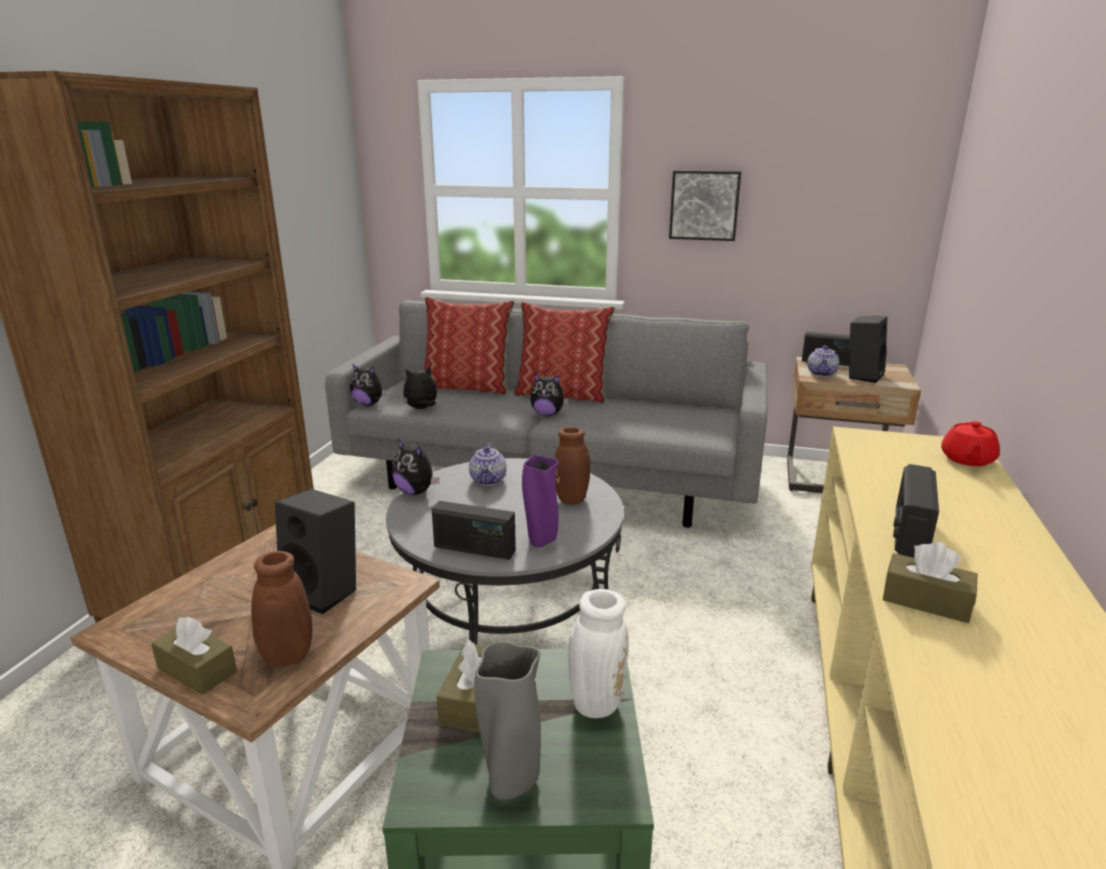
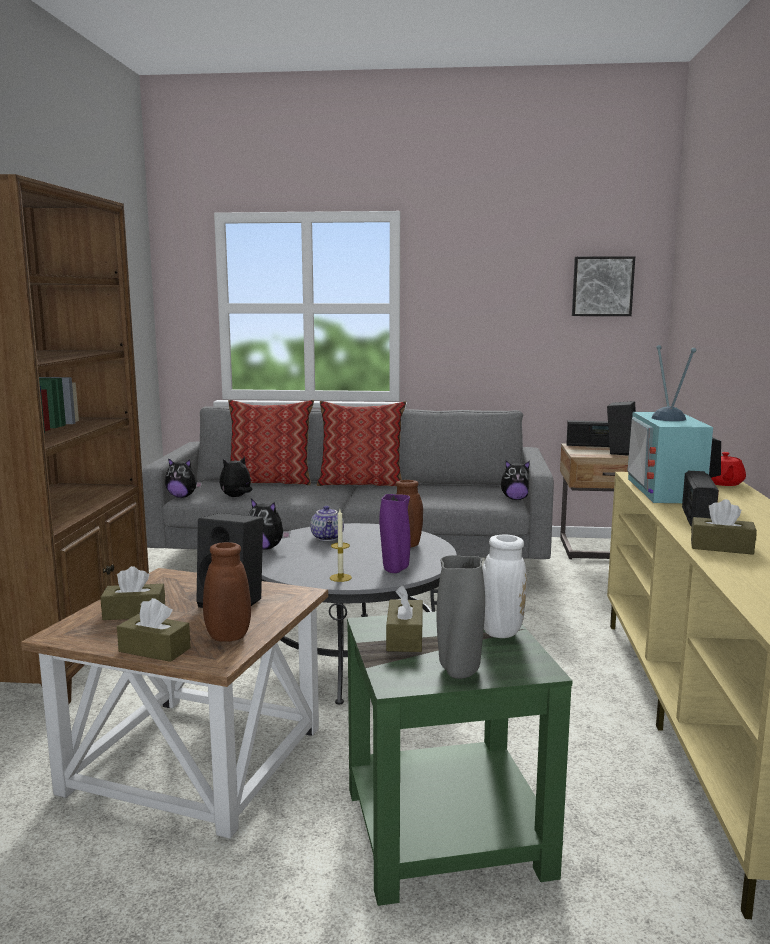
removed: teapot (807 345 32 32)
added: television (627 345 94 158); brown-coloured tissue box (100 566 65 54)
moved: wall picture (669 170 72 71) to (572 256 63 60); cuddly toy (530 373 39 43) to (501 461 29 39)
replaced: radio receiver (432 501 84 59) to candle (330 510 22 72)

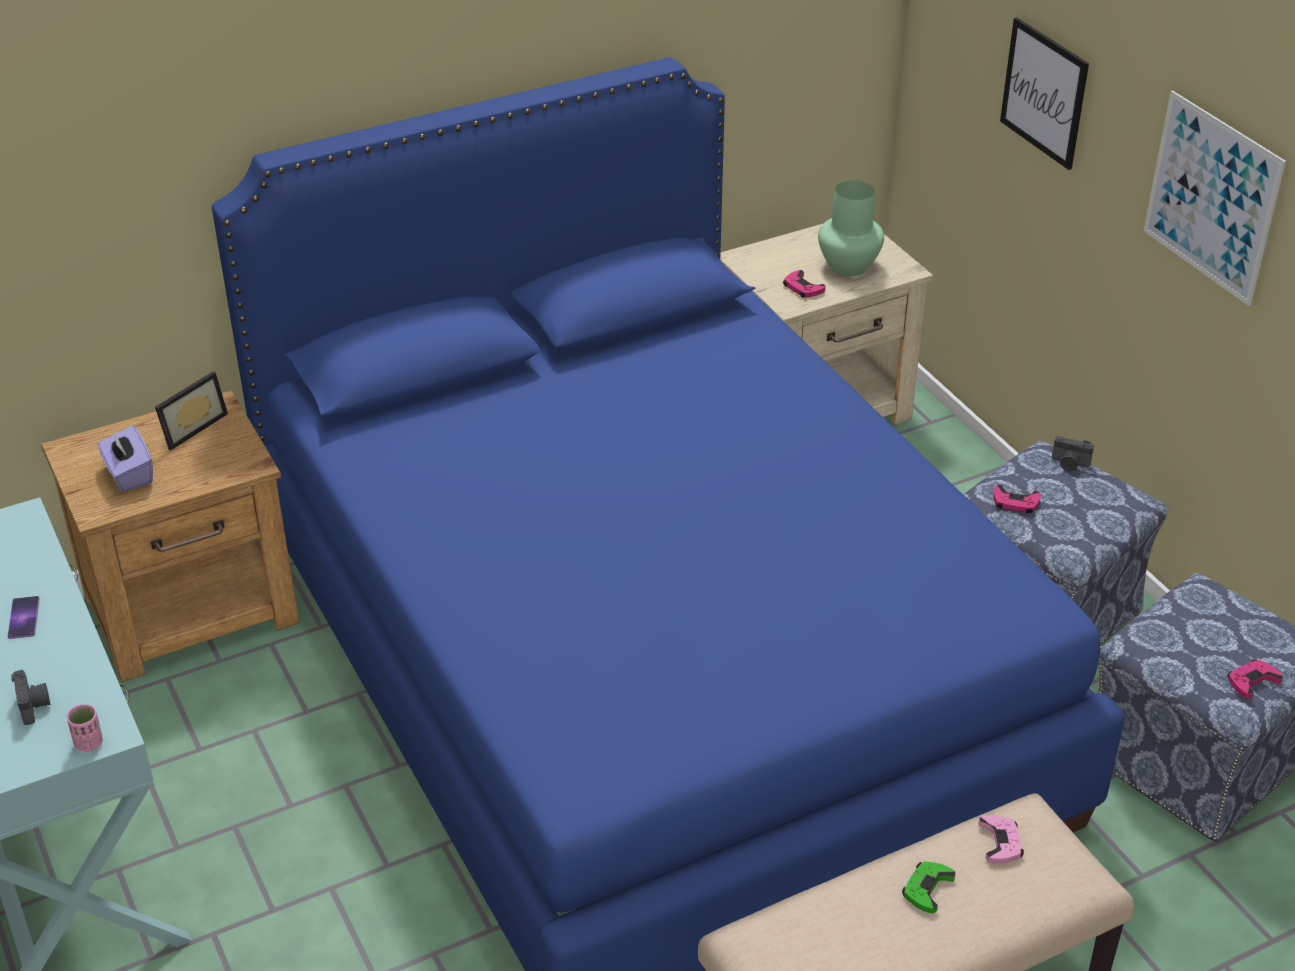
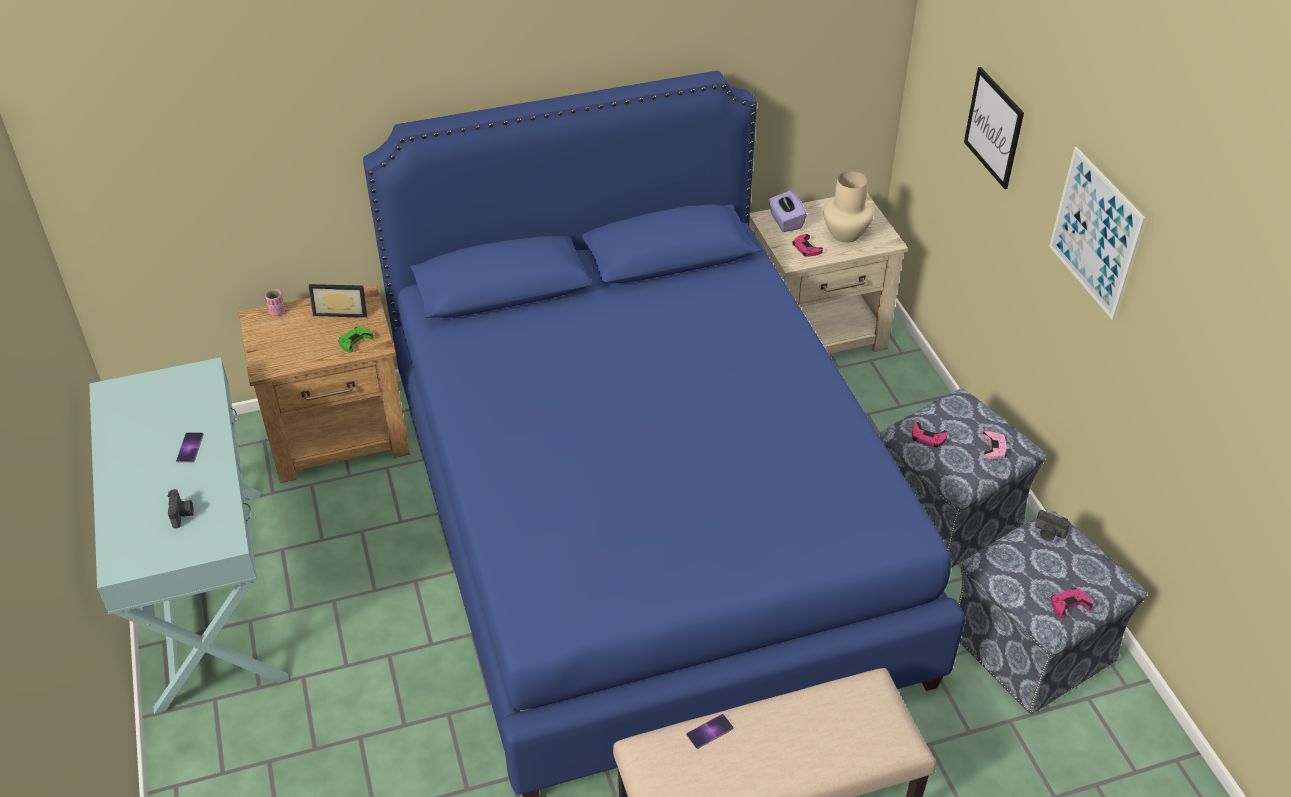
added: handset (686 714 47 35)
moved: purple-coloured tissue box (98 426 55 66) to (768 191 39 41); still camera (1052 436 42 35) to (1035 510 35 31); pink small cup (67 704 36 48) to (265 289 20 27); pink game controller (978 815 46 49) to (982 431 25 28); green-coloured game controller (902 861 53 52) to (338 327 36 26)
recoloured: green-coloured decorative vase (818 180 66 96) to sand-coloured decorative vase (823 171 51 72)
turned: picture frame (155 371 73 79) = (308 284 59 34) 45 degrees clockwise

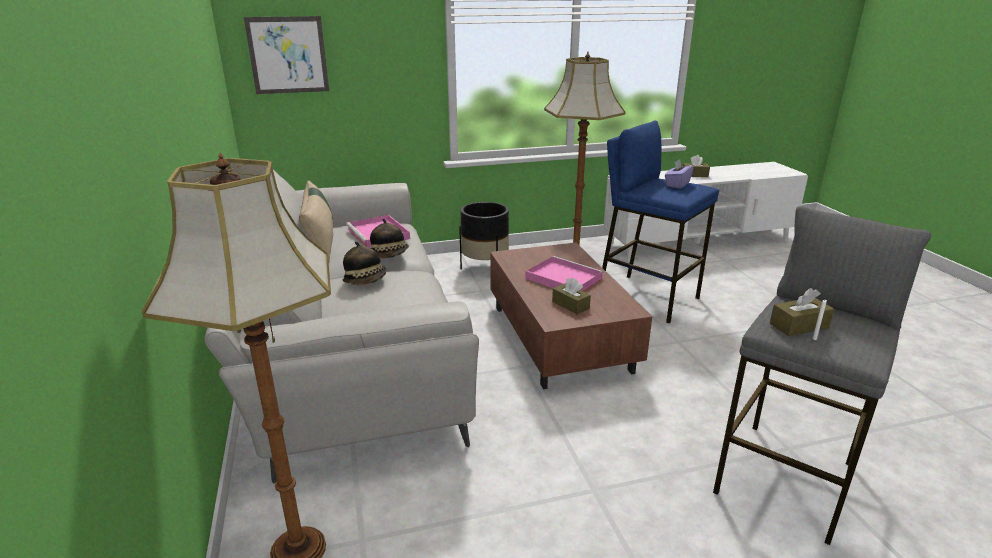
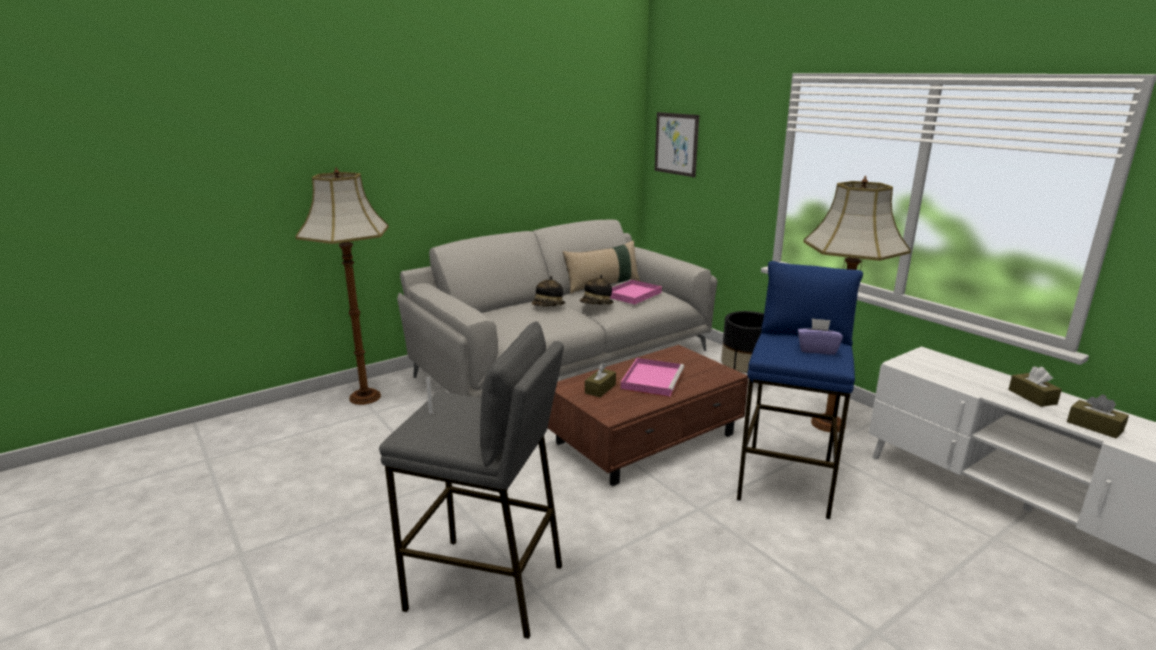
moved: brown-coloured tissue box (770 288 64 48) to (1067 395 62 43)

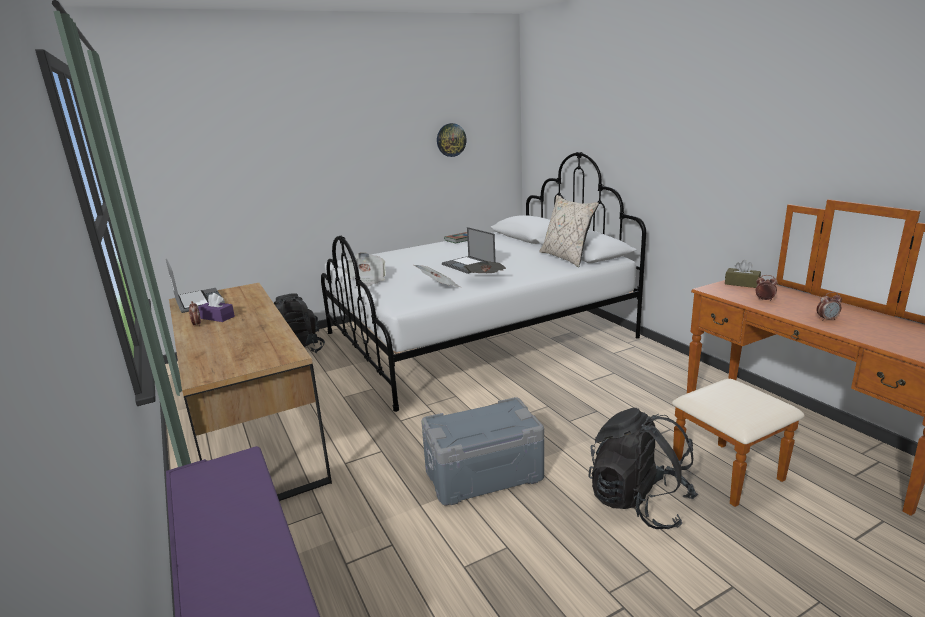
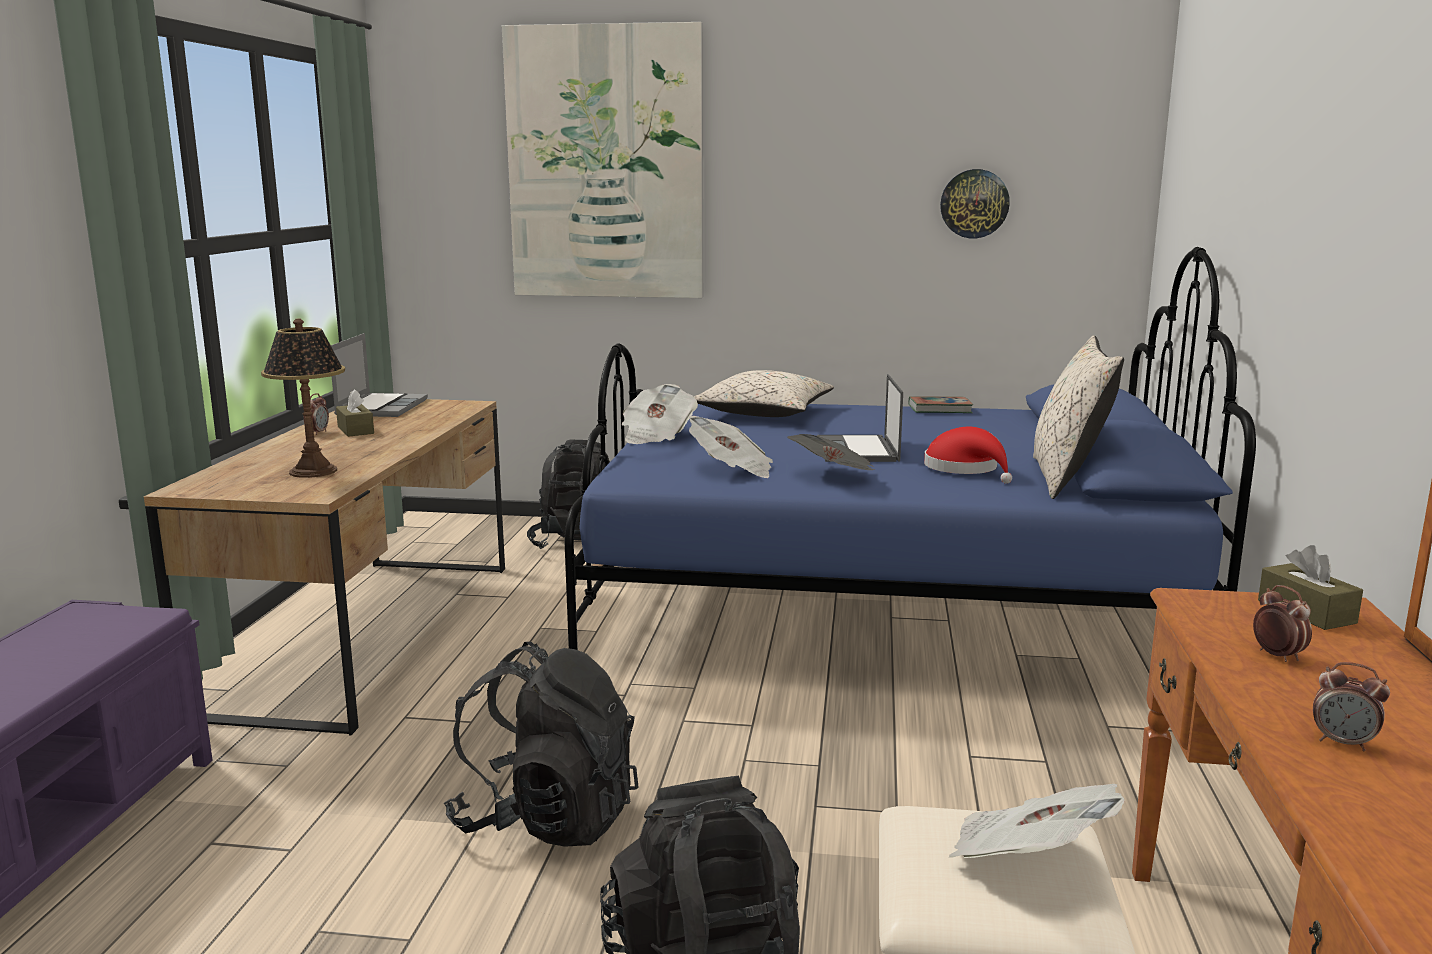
added: wall picture (502 22 201 276); tabletop lamp (261 319 84 159); sand-coloured pillow (694 370 140 47); red-coloured wearable hat (924 427 88 57); daily paper (949 784 176 74)
replaced: grey storage box (421 397 123 108) to blackish knapsack (444 642 194 205)
recoloured: white-coloured sleeping bed (321 152 325 260) to blue sleeping bed (565 247 691 403); purple-coloured tissue box (198 293 37 29) to brown-coloured tissue box (336 389 38 48)

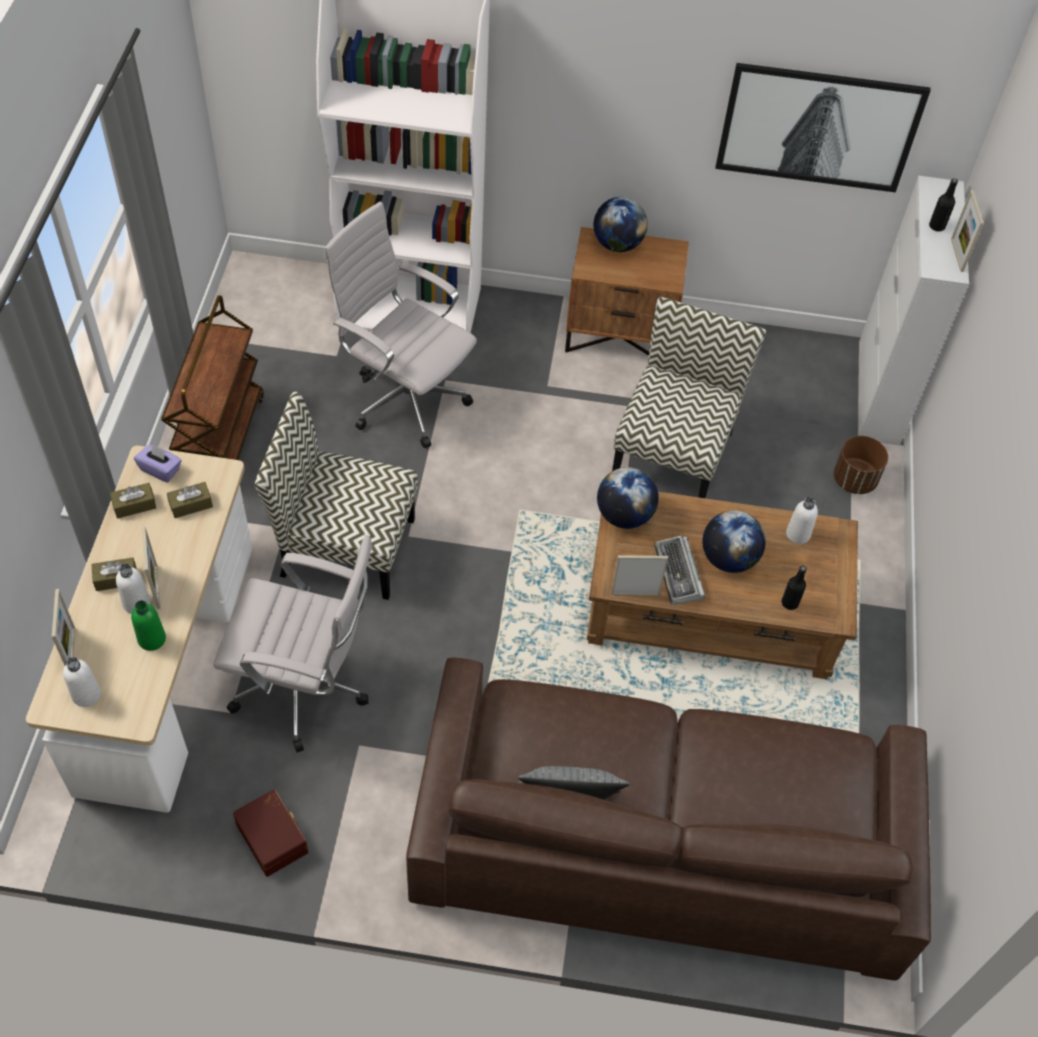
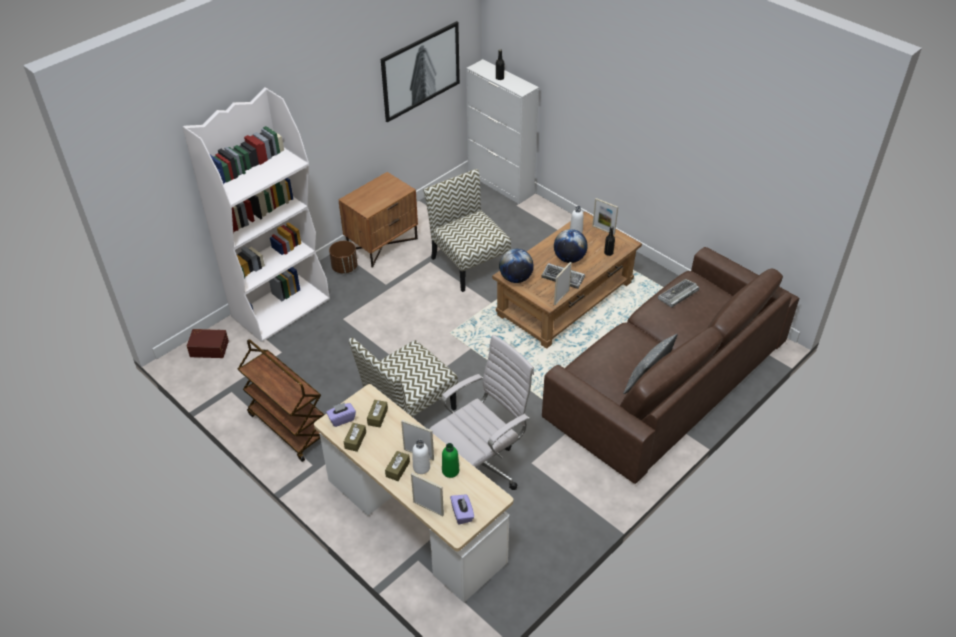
removed: world globe (594 197 54 55); white-coloured office chair (324 202 153 247)
added: keyboard (658 279 41 29)
moved: picture frame (951 190 33 82) to (592 198 26 37); brown-coloured plant pot (834 436 54 58) to (329 241 29 32); brown-coloured storage box (233 789 75 88) to (187 329 42 29)
replaced: white-coloured drink bottle (63 657 38 50) to purple-coloured tissue box (450 494 24 30)

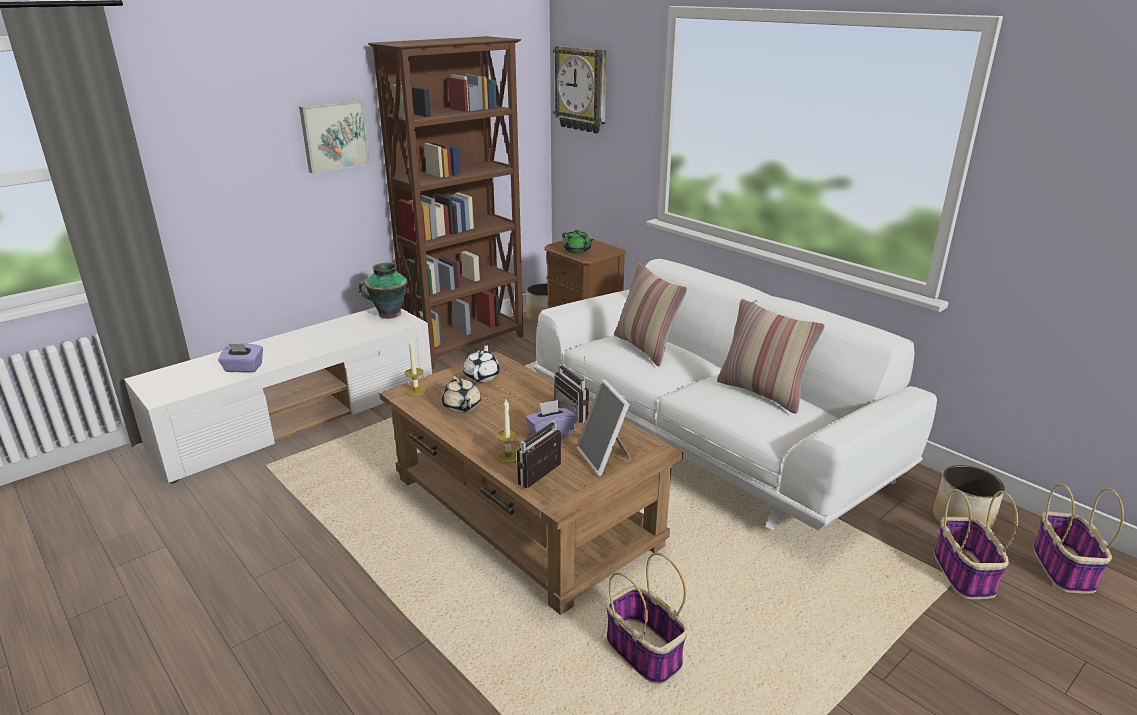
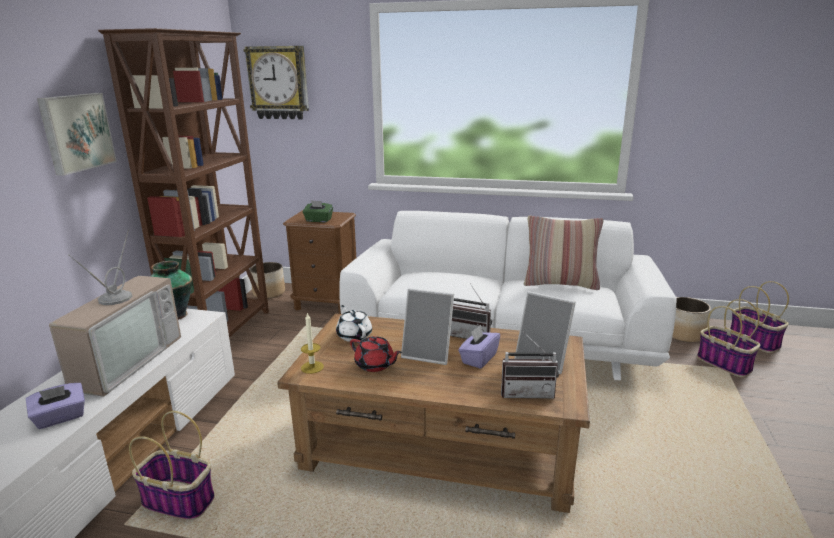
removed: pillow (614 263 73 103); candle (496 399 22 64)
added: television (49 229 132 168); picture frame (401 288 53 77)
moved: basket (606 553 82 132) to (129 411 86 109)
replaced: green-coloured teapot (562 229 32 25) to green-coloured tissue box (302 200 31 22)
recoloured: sand-coloured teapot (442 376 39 37) to red-coloured teapot (350 336 52 36)
turned: radio receiver (517 421 44 67) = (501 331 58 67) 90 degrees counterclockwise

